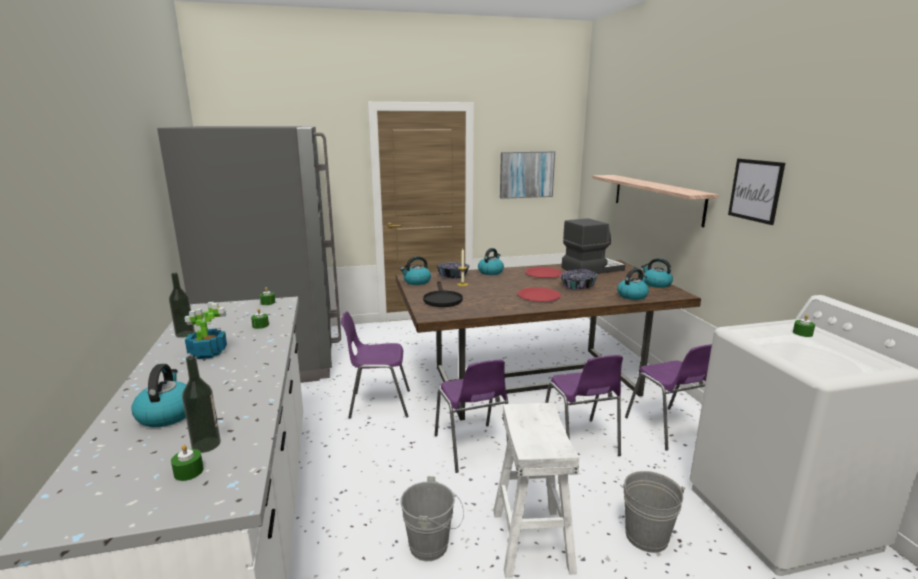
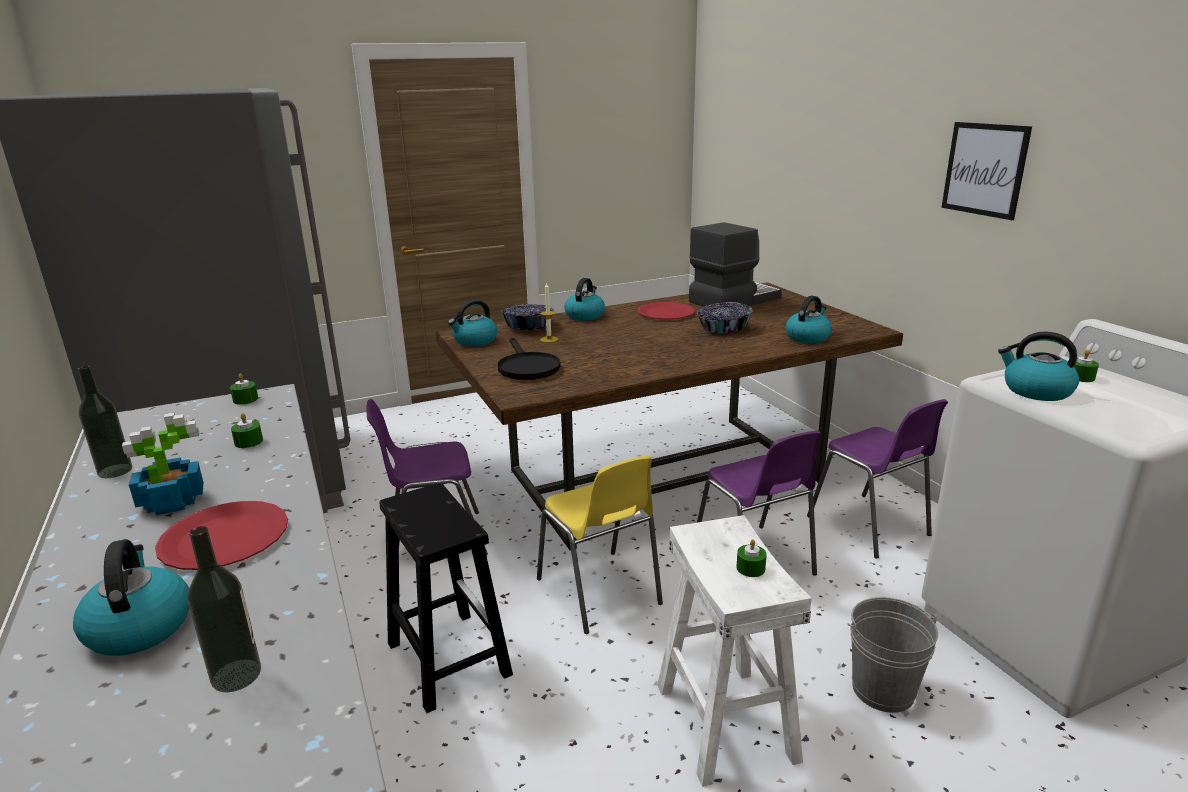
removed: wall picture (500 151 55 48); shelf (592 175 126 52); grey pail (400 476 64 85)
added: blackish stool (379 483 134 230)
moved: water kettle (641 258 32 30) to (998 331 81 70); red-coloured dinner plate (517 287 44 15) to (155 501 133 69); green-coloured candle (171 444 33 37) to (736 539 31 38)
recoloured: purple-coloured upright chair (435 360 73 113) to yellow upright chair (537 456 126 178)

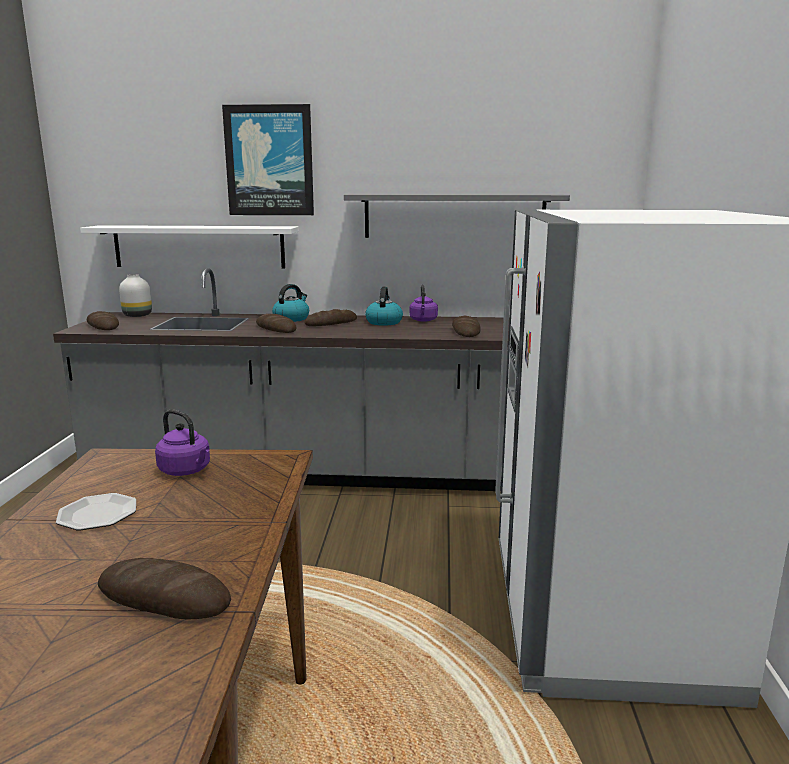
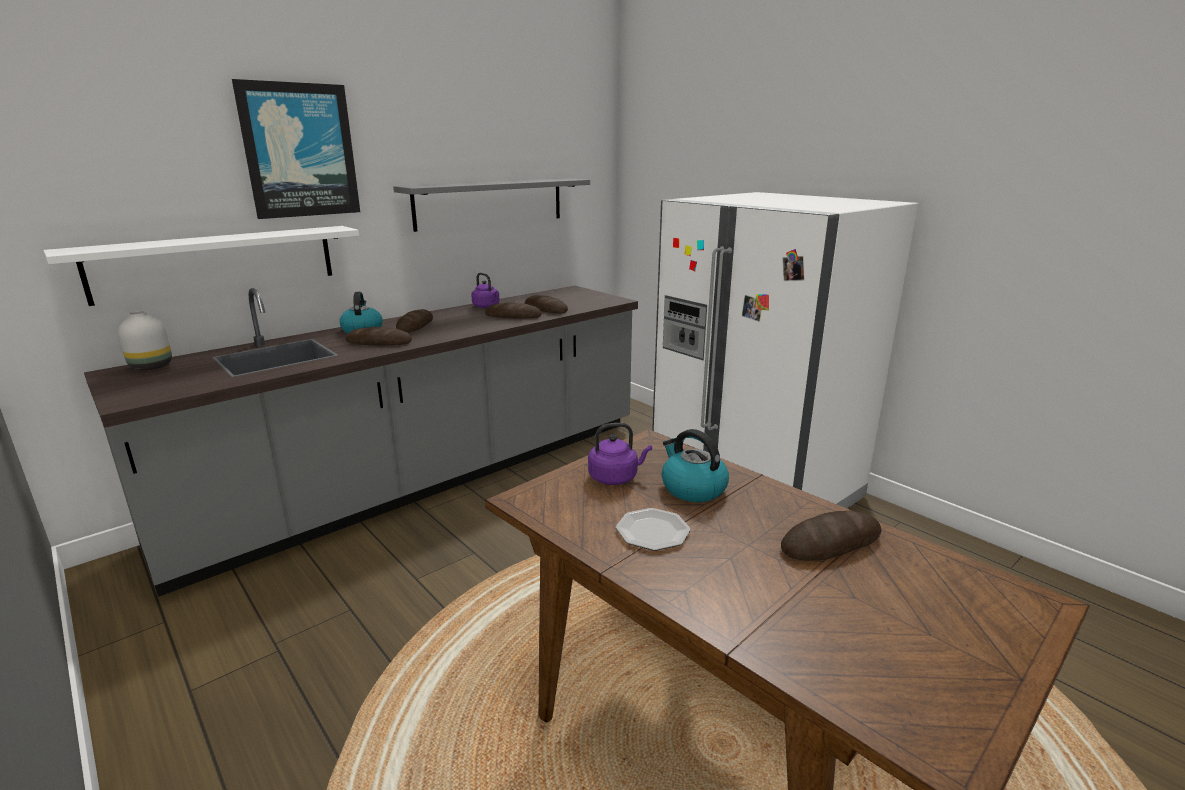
moved: water kettle (365 287 38 39) to (661 429 68 73); bread (87 311 32 19) to (485 302 57 17)

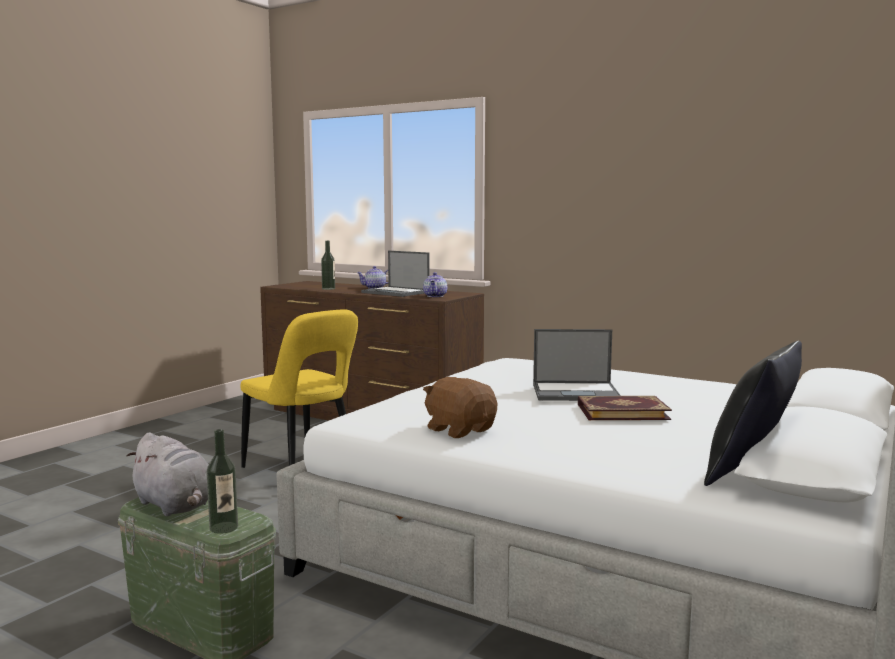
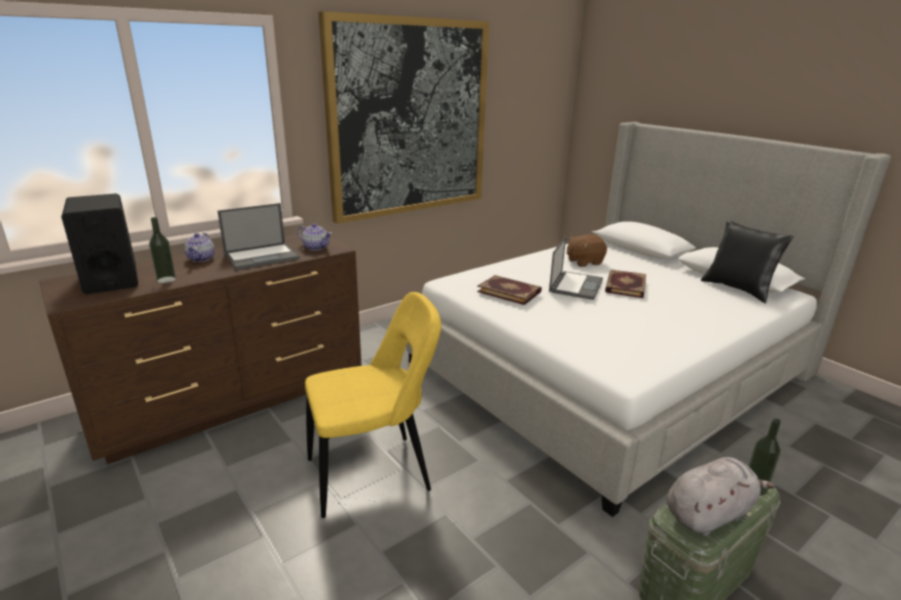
added: wall picture (319 11 170 213); blackish speaker (61 193 77 101); bound book (477 275 65 30)
moved: brown-coloured cuddly toy (423 377 74 61) to (567 234 40 33)

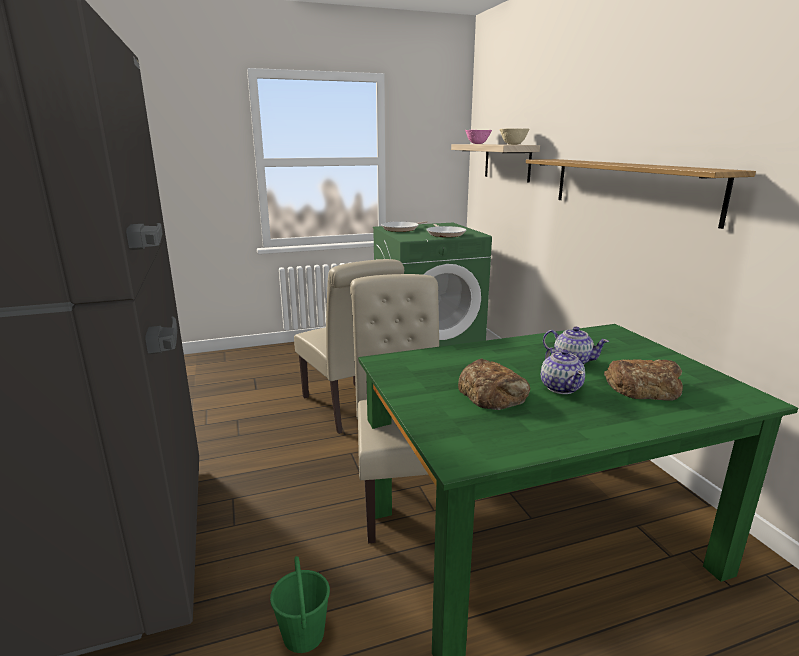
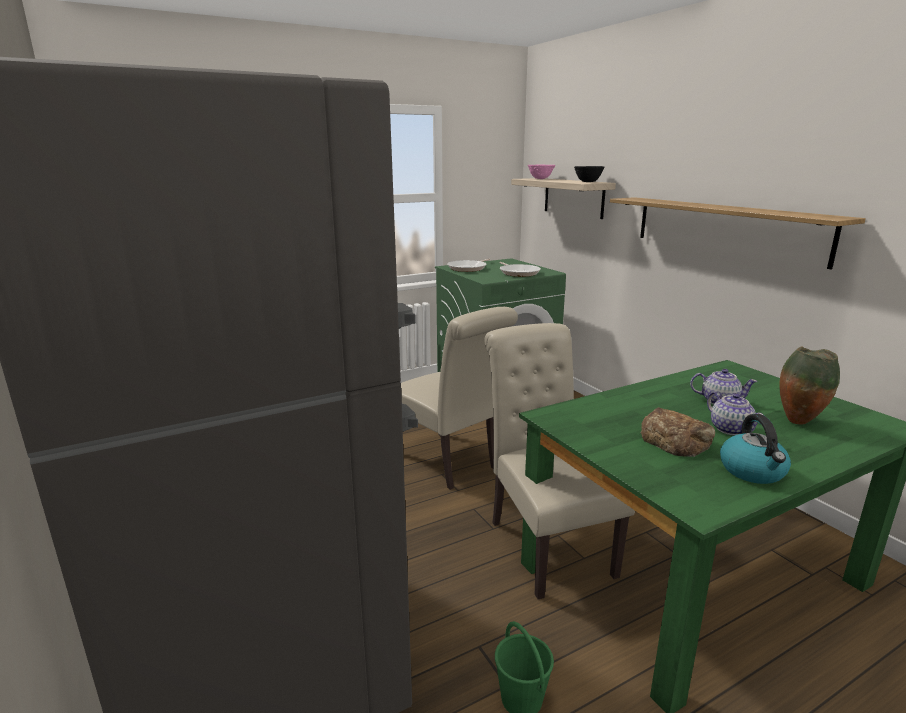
added: water kettle (720 414 71 70)
replaced: bread (604 359 79 42) to decorative vase (779 346 61 78)
recoloured: sand-coloured bowl (499 128 31 17) to blackish bowl (574 166 30 16)

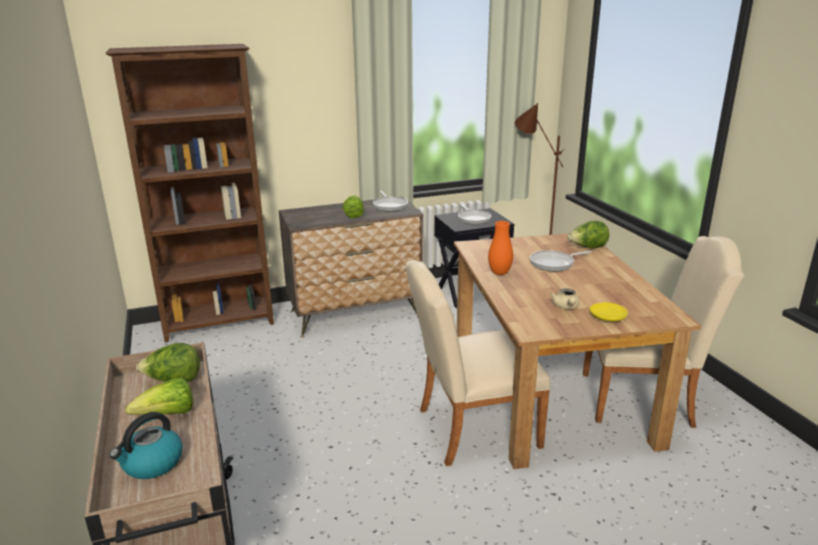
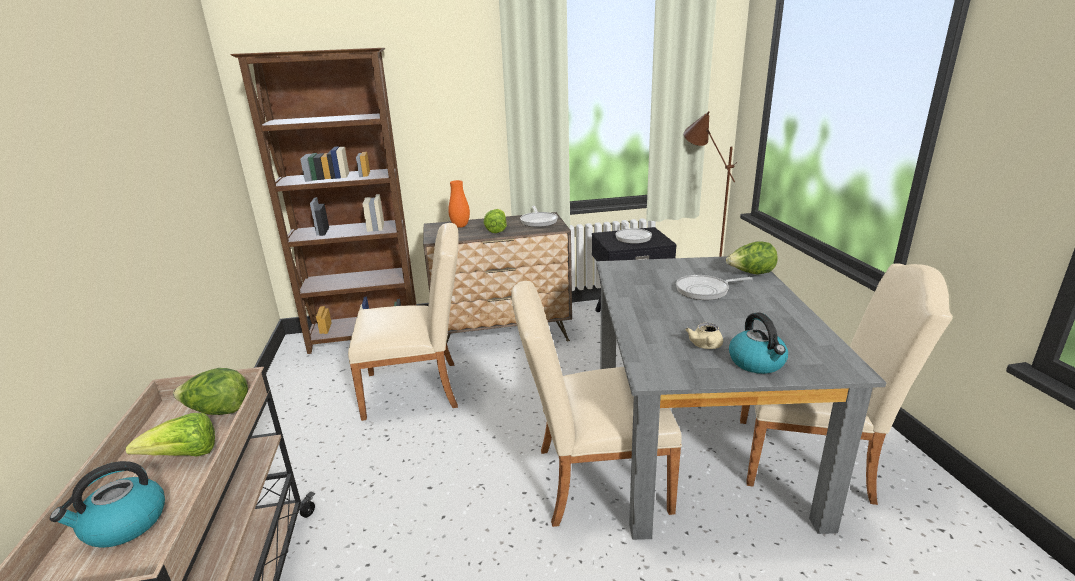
added: sand-coloured upright chair (348 223 111 198)
moved: orangey decorative vase (488 221 25 54) to (448 180 22 48)
replaced: yellow dinner plate (590 302 38 20) to water kettle (729 313 59 61)
recoloured: brown-coloured kitchen table (454 234 247 235) to grey kitchen table (596 256 290 284)

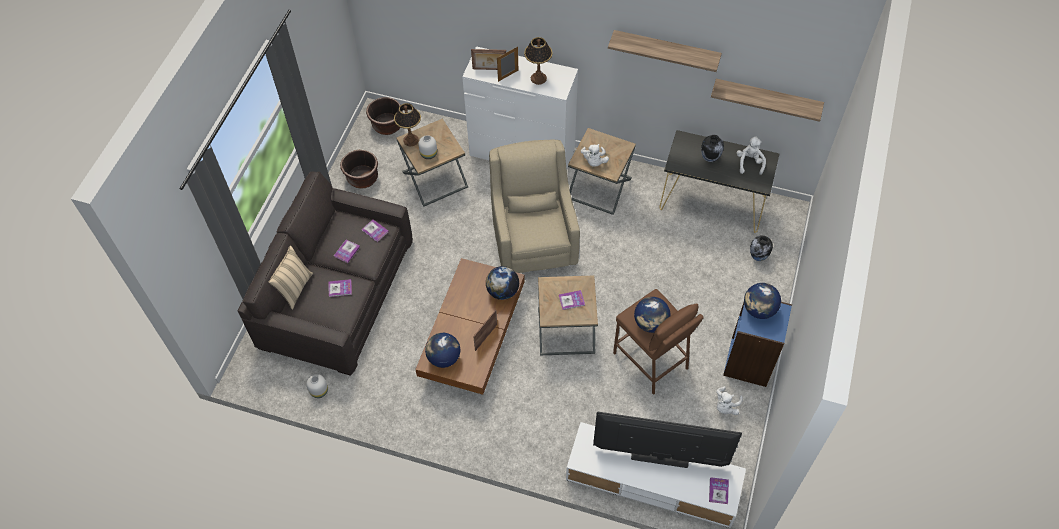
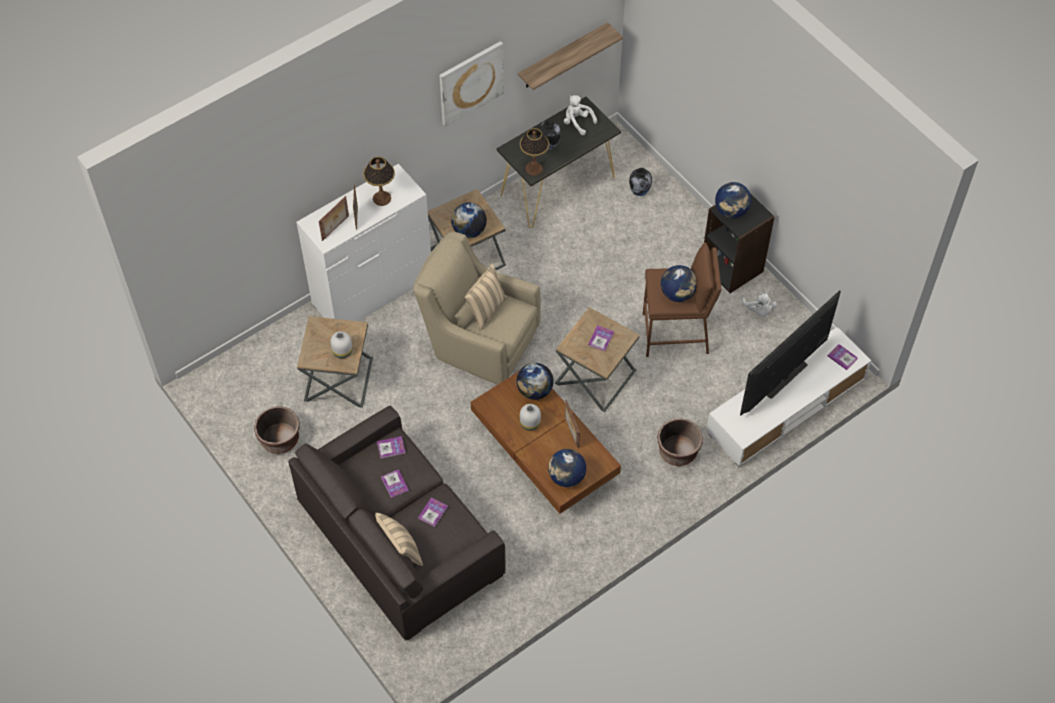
added: sand-coloured pillow (465 264 42 67)
moved: brown-coloured plant pot (366 97 36 38) to (657 418 46 48); tabletop lamp (394 103 27 43) to (520 128 29 48); white-coloured decorative vase (306 374 22 24) to (520 404 21 27)
replaced: shelf (608 30 114 42) to wall picture (440 41 64 86); white-coloured cuddly toy (581 144 28 23) to world globe (451 203 36 35)
recoloured: blue bookcase (723 302 69 85) to blackish bookcase (704 193 71 100)

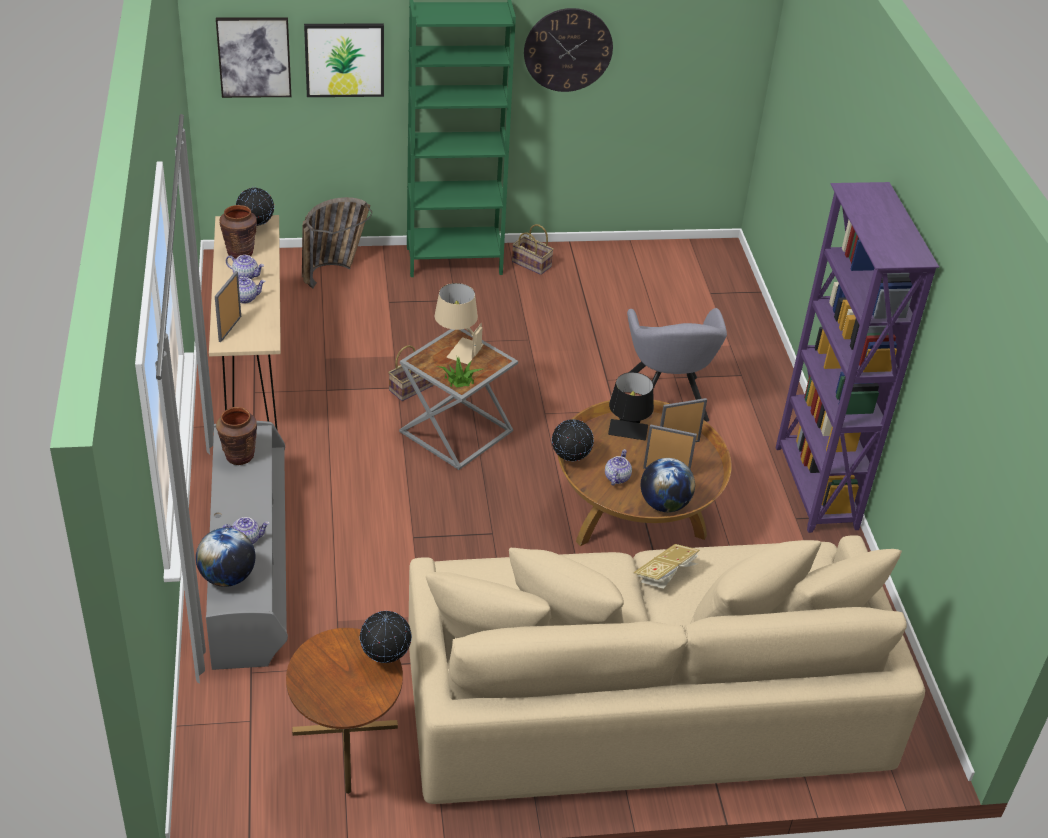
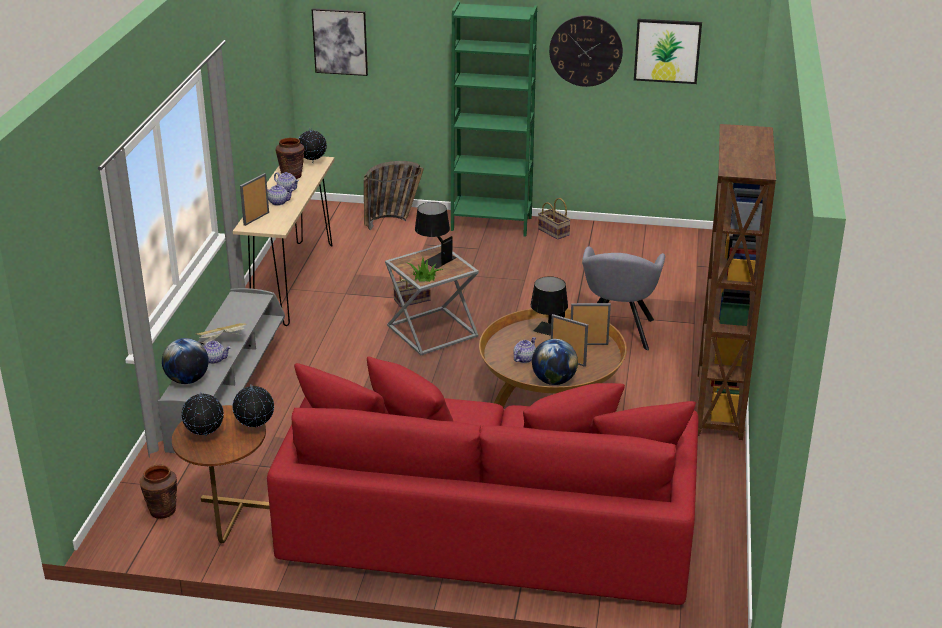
moved: wall picture (304 24 80 73) to (634 19 68 65); brown-coloured decorative vase (216 407 41 58) to (140 465 37 54); world globe (552 419 42 42) to (181 392 43 44); bound book (633 544 67 45) to (197 323 49 21)
recoloured: purple-coloured bookcase (775 182 164 351) to brown-coloured bookcase (697 124 79 316); sand-coloured tabletop lamp (435 283 48 81) to blackish tabletop lamp (415 202 42 66); sand-coloured settee (409 535 516 269) to red-coloured settee (267 356 432 249)

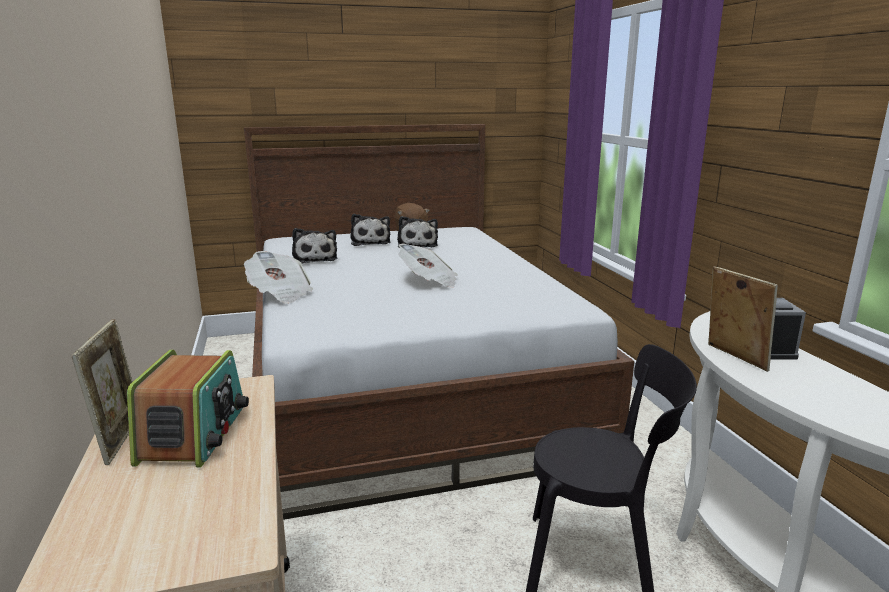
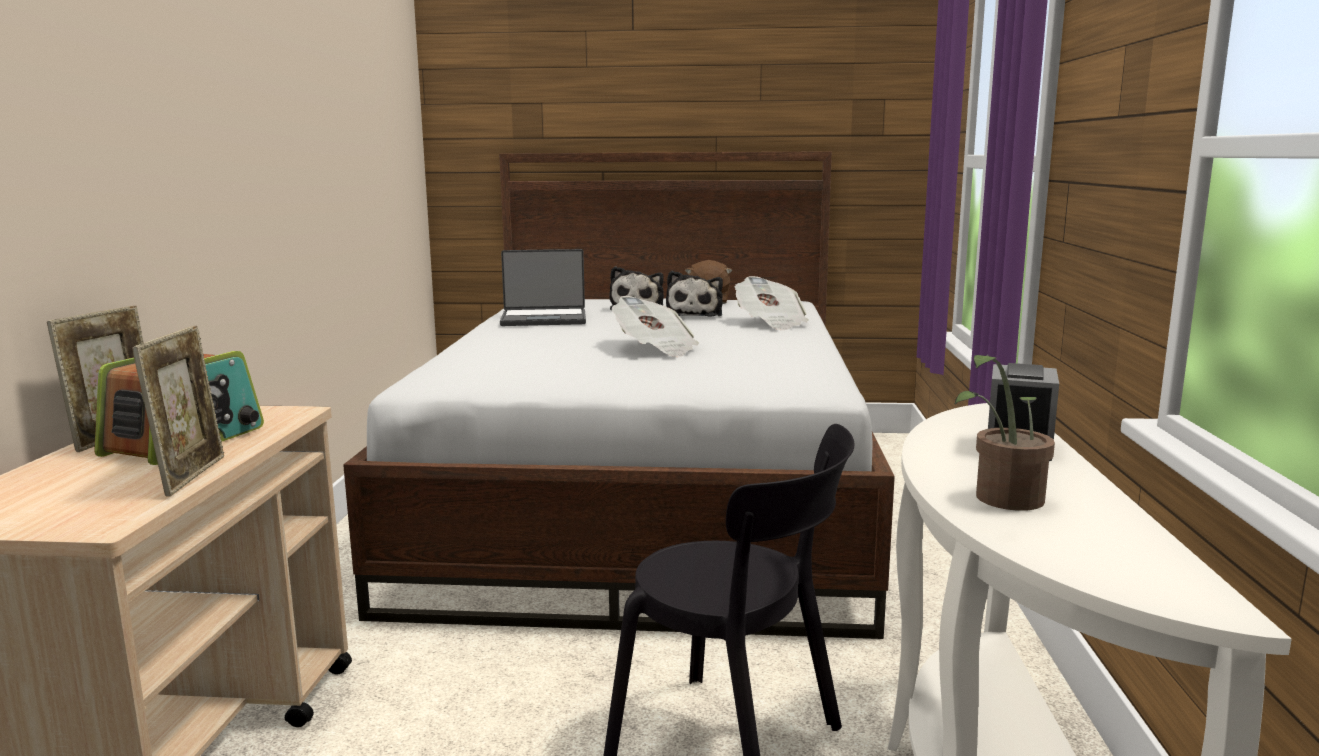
added: potted plant (955 355 100 156)
moved: daily paper (244 251 69 53) to (735 276 74 54); picture frame (708 266 70 106) to (132 326 92 171)
replaced: cuddly toy (292 228 45 35) to notebook computer (500 249 86 77)

